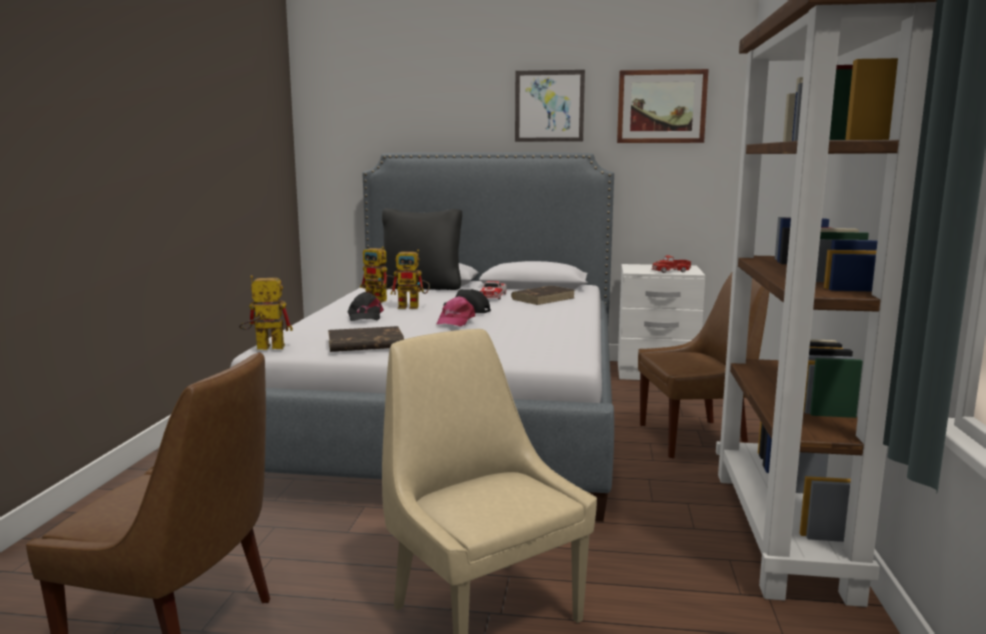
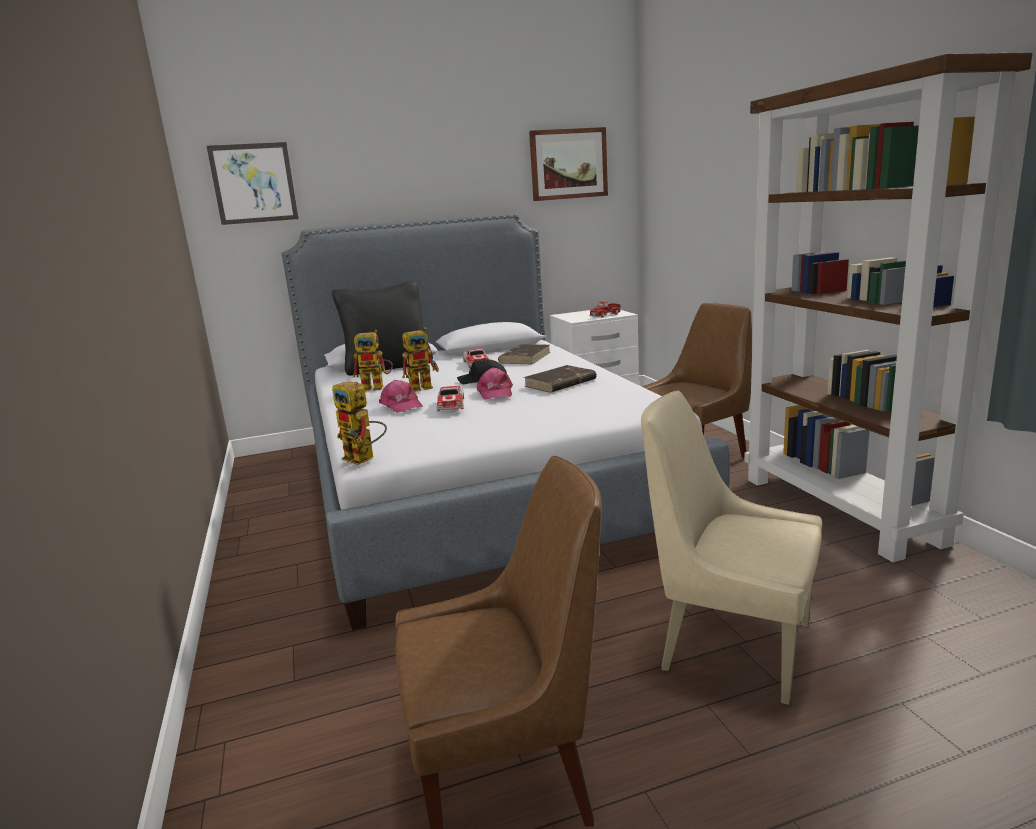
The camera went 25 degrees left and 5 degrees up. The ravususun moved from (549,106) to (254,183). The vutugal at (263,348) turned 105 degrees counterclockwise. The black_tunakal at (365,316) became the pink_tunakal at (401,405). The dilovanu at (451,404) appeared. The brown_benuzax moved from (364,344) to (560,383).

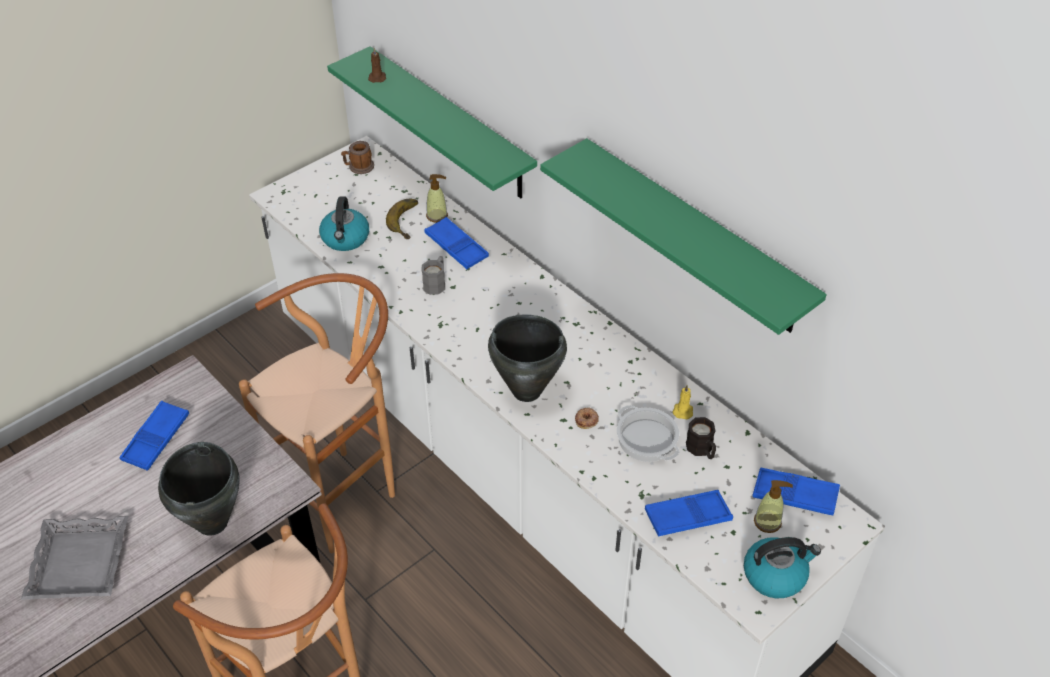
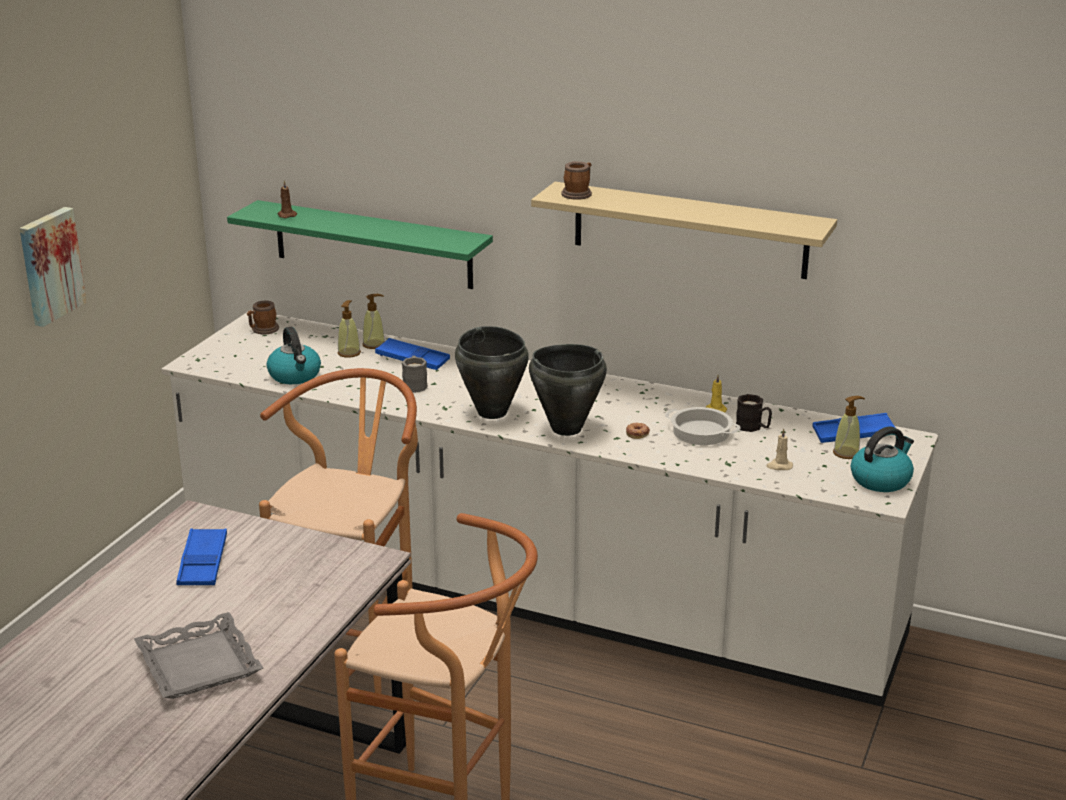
The camera went 25 degrees left and 20 degrees down. The ravususun at (49,265) appeared. The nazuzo at (409,221) was replaced by the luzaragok at (349,353). The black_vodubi moved from (213,522) to (492,412). The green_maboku at (694,237) became the beige_maboku at (689,230). The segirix at (578,194) appeared. The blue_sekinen at (688,517) was replaced by the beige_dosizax at (779,466).

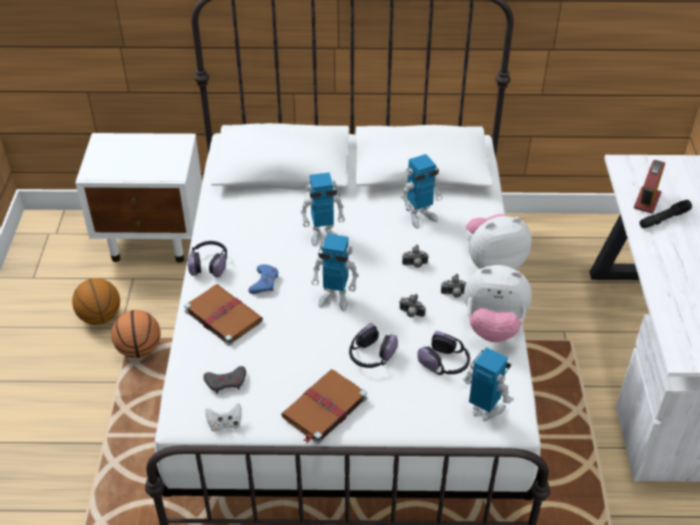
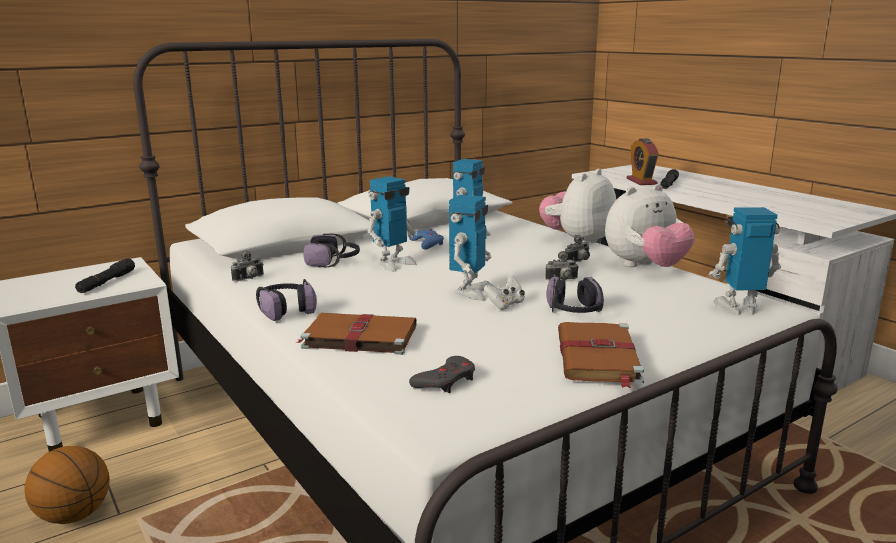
The camera went 35 degrees left and 25 degrees down. The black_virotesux at (106,282) appeared. The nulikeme moved from (415,265) to (249,279). The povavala moved from (445,363) to (333,262). The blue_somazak moved from (264,282) to (427,243). The vutugal at (335,298) turned 45 degrees counterclockwise. The white_somazak moved from (225,424) to (505,305). The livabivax at (139,350) disappeared.

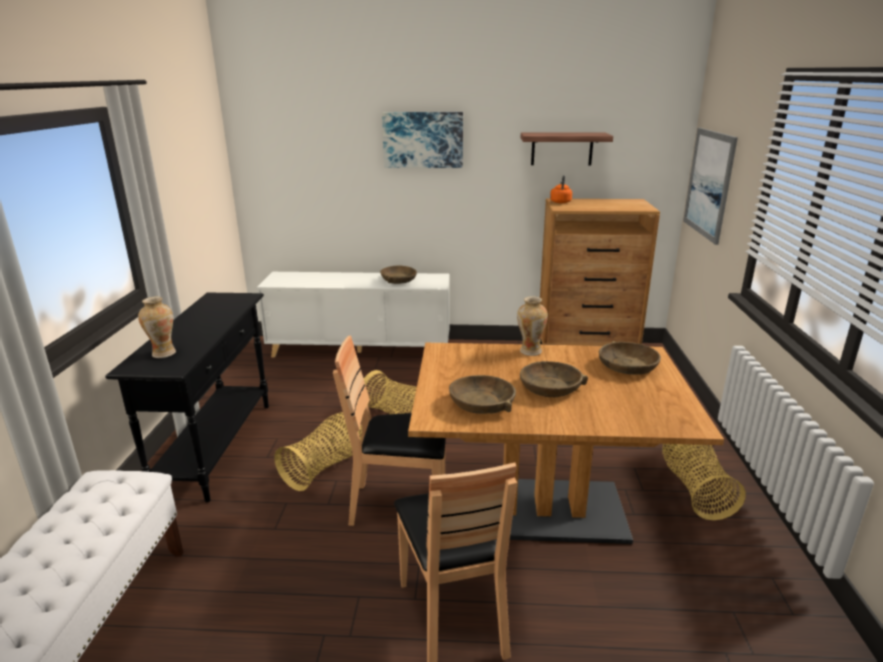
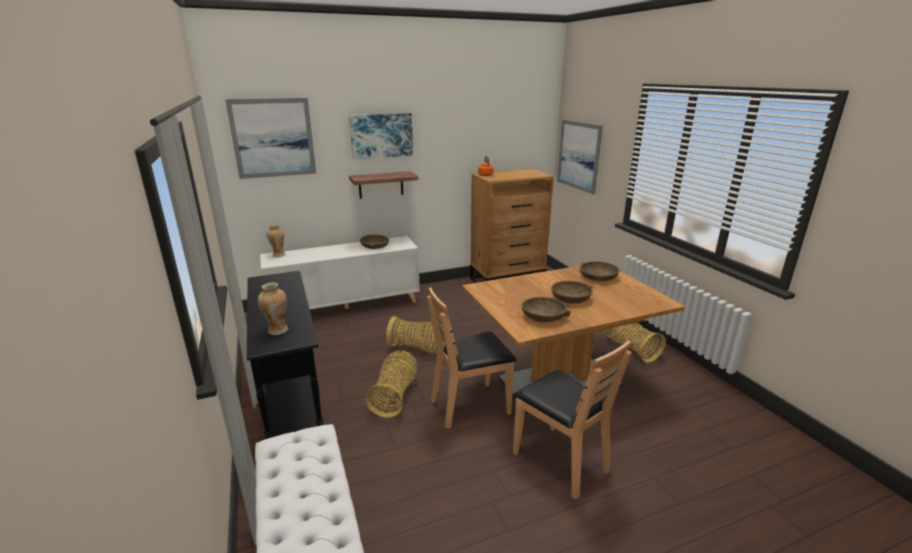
The camera went 25 degrees left and 0 degrees up. The ravususun at (273,138) appeared. The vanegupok moved from (530,351) to (278,255). The maboku moved from (562,149) to (381,185).

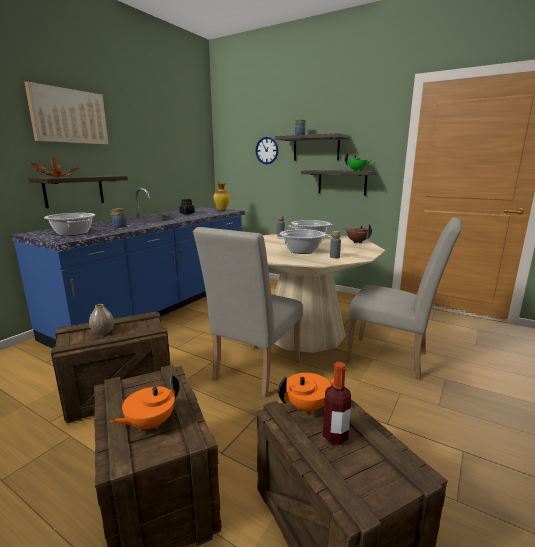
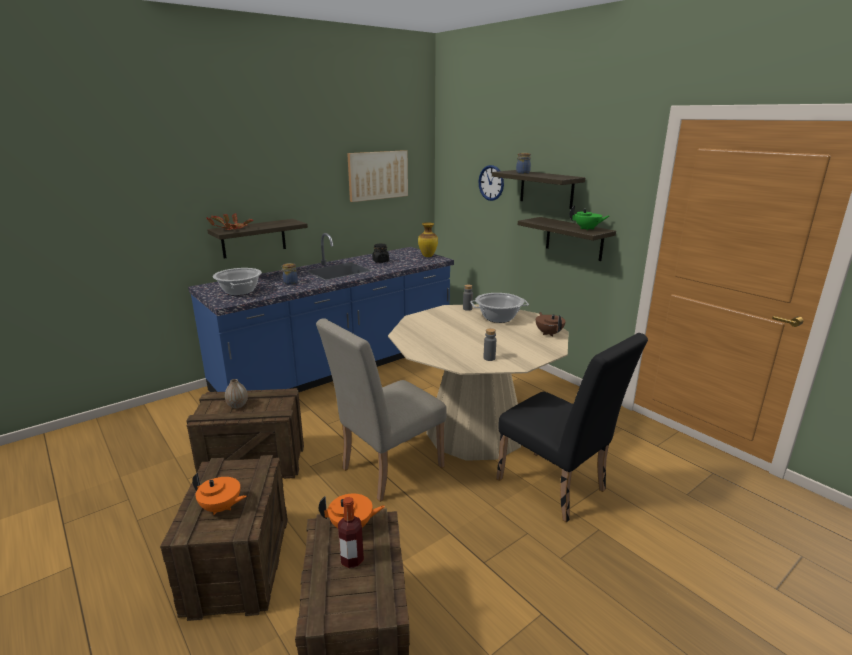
The camera went 20 degrees right and 5 degrees up. The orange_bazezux at (150,424) turned 135 degrees counterclockwise. The ravususun moved from (69,116) to (378,175). The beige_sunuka at (394,358) became the black_sunuka at (557,489). The vodubi at (302,251) disappeared.

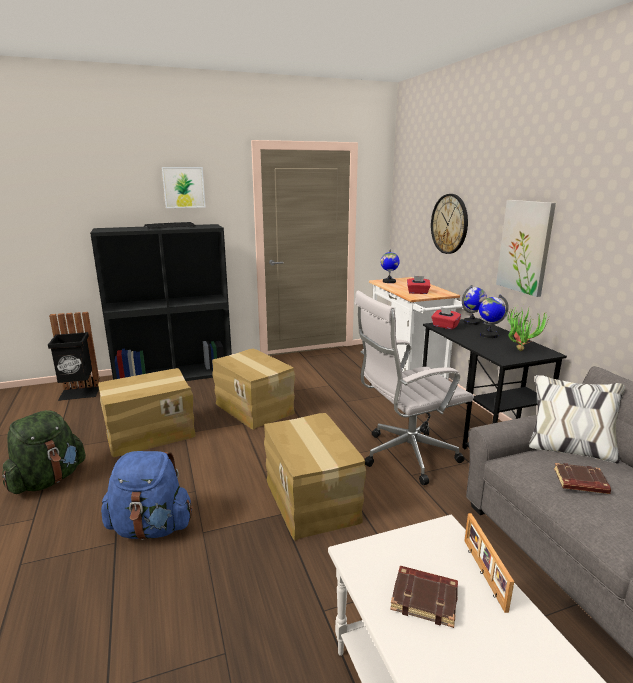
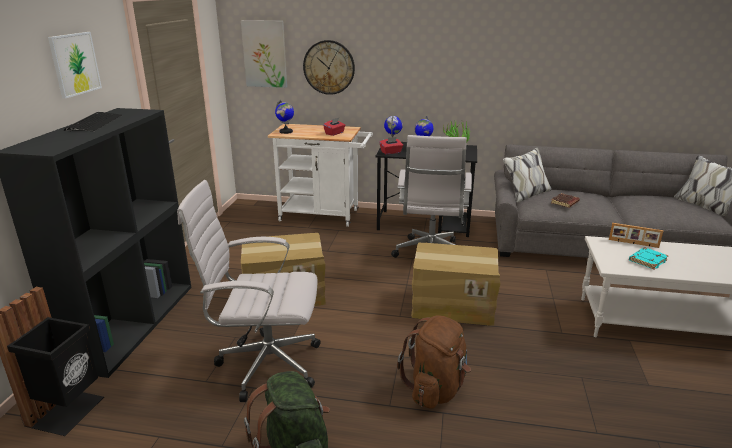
The camera went 60 degrees left and 5 degrees up. The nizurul at (150,433) was replaced by the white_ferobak at (264,365). The ravususun moved from (525,247) to (265,54). The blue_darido at (151,528) became the brown_darido at (436,389). The brown_benuzax at (425,598) became the turquoise_benuzax at (647,260).

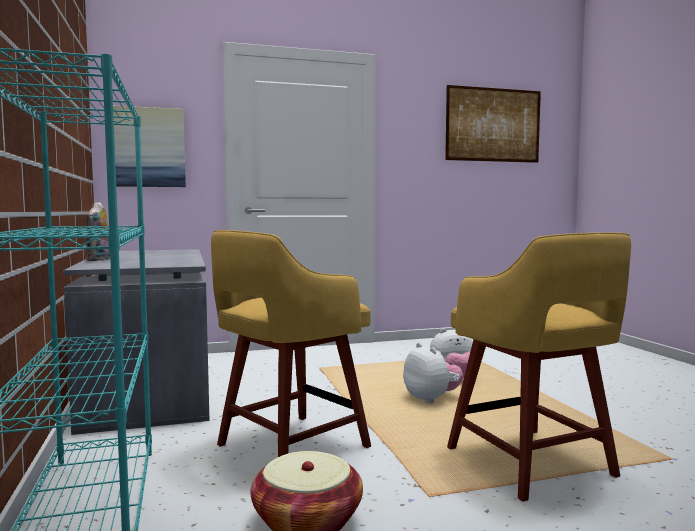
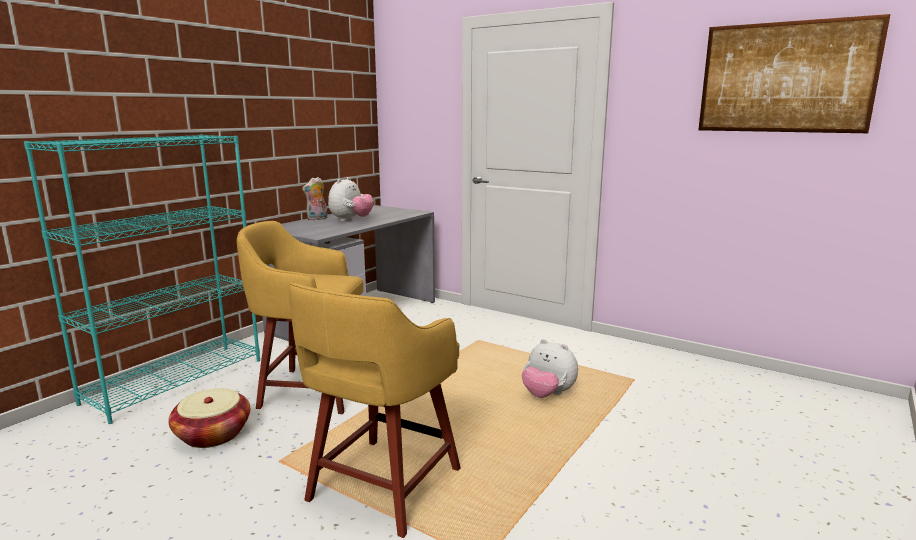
The camera went 50 degrees right and 10 degrees up. The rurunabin moved from (431,399) to (351,220). The ravususun at (150,147) disappeared.

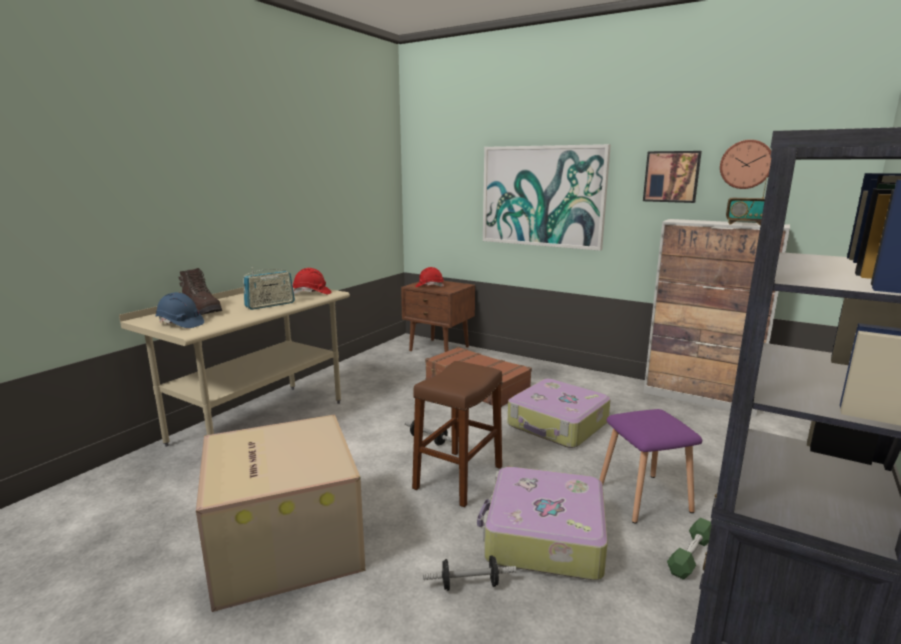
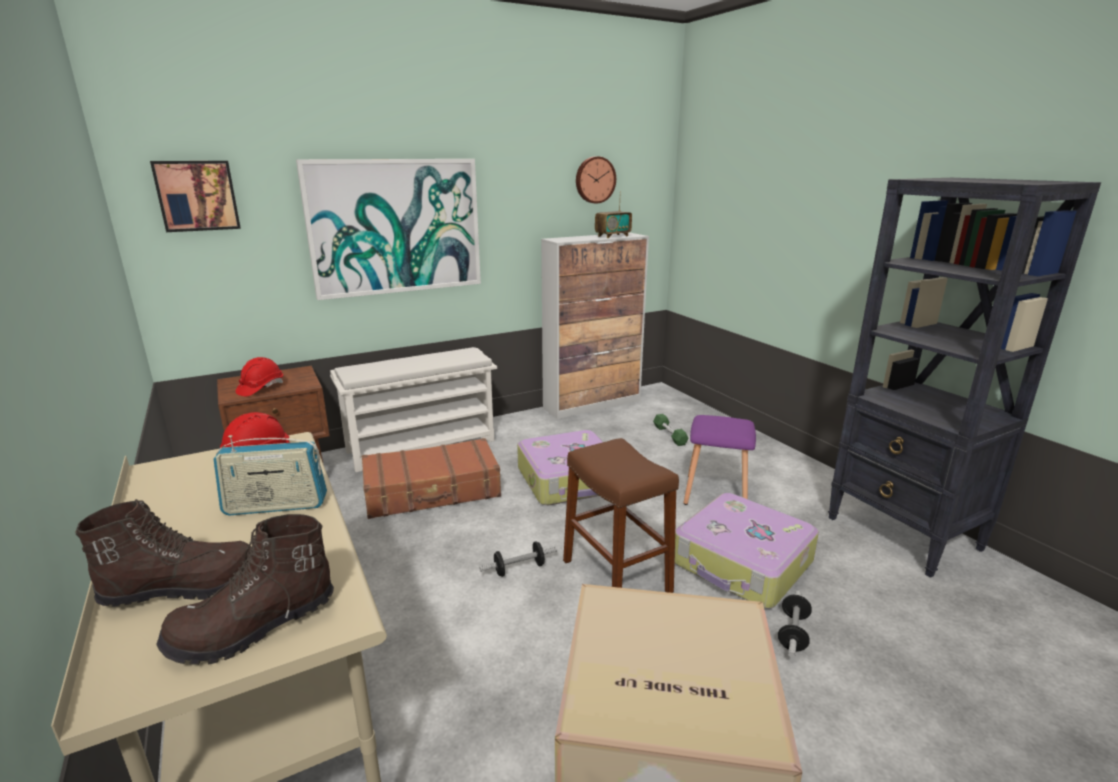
The camera went 60 degrees left and 5 degrees up. The ravususun moved from (671,176) to (197,195). The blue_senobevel at (180,324) was replaced by the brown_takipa at (254,627). The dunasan at (270,305) turned 90 degrees clockwise. The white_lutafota at (422,445) appeared. The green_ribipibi moved from (691,555) to (669,435).

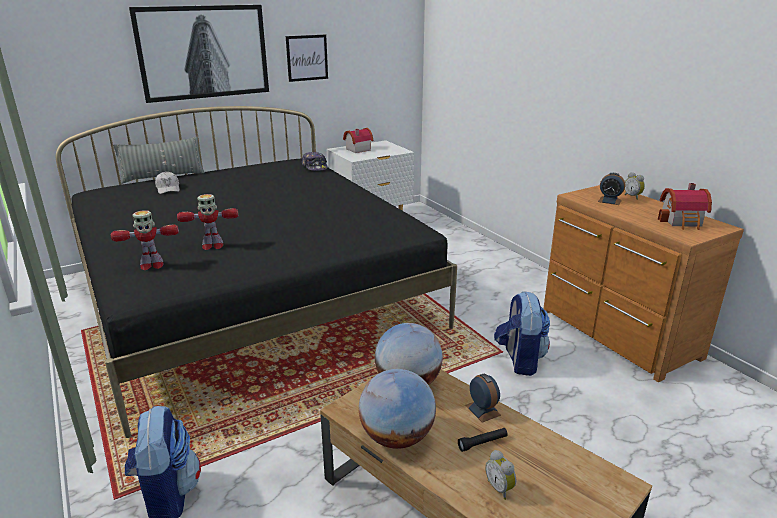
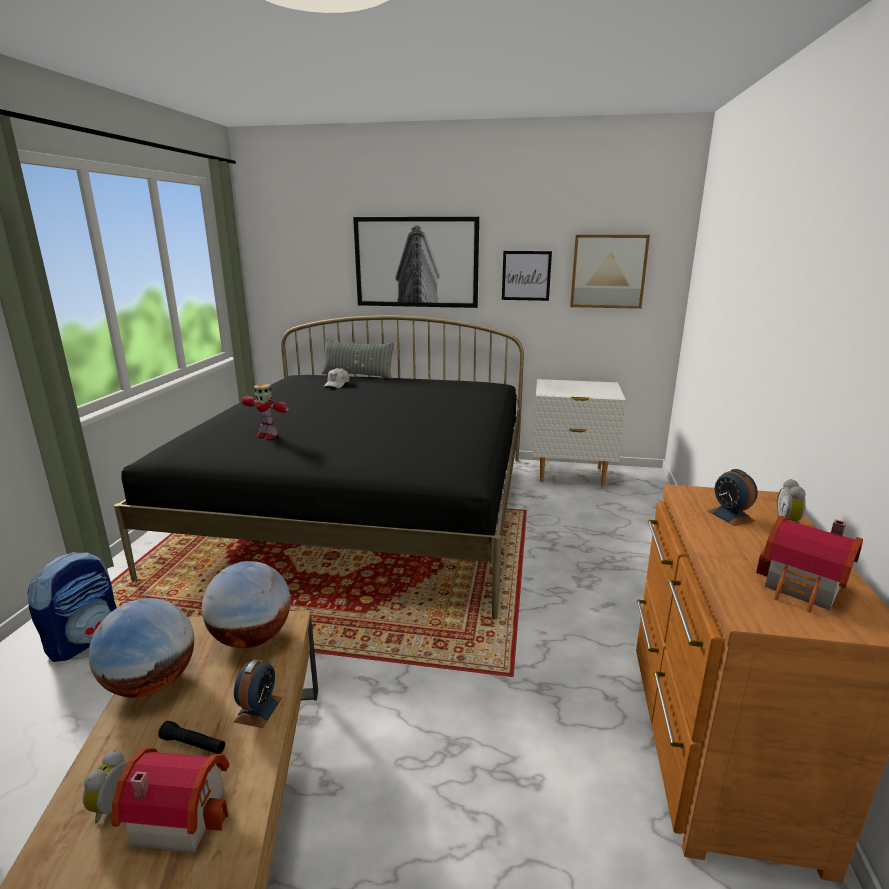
The camera went 40 degrees right and 5 degrees down. The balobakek moved from (357,149) to (180,812). The ravususun at (608,271) appeared. The vutugal at (151,265) disappeared. The tunakal at (315,167) disappeared. The darido at (519,360) disappeared.

